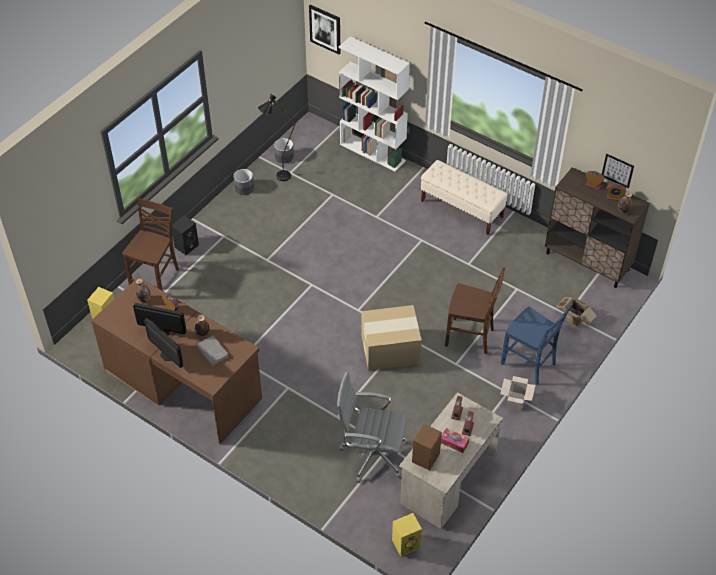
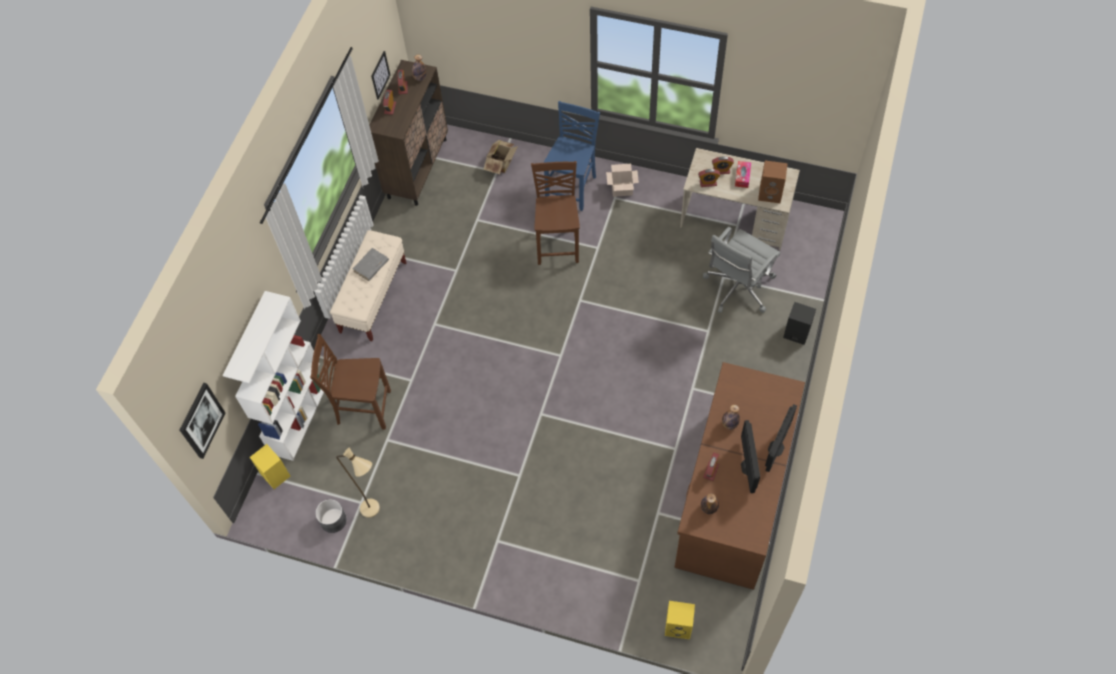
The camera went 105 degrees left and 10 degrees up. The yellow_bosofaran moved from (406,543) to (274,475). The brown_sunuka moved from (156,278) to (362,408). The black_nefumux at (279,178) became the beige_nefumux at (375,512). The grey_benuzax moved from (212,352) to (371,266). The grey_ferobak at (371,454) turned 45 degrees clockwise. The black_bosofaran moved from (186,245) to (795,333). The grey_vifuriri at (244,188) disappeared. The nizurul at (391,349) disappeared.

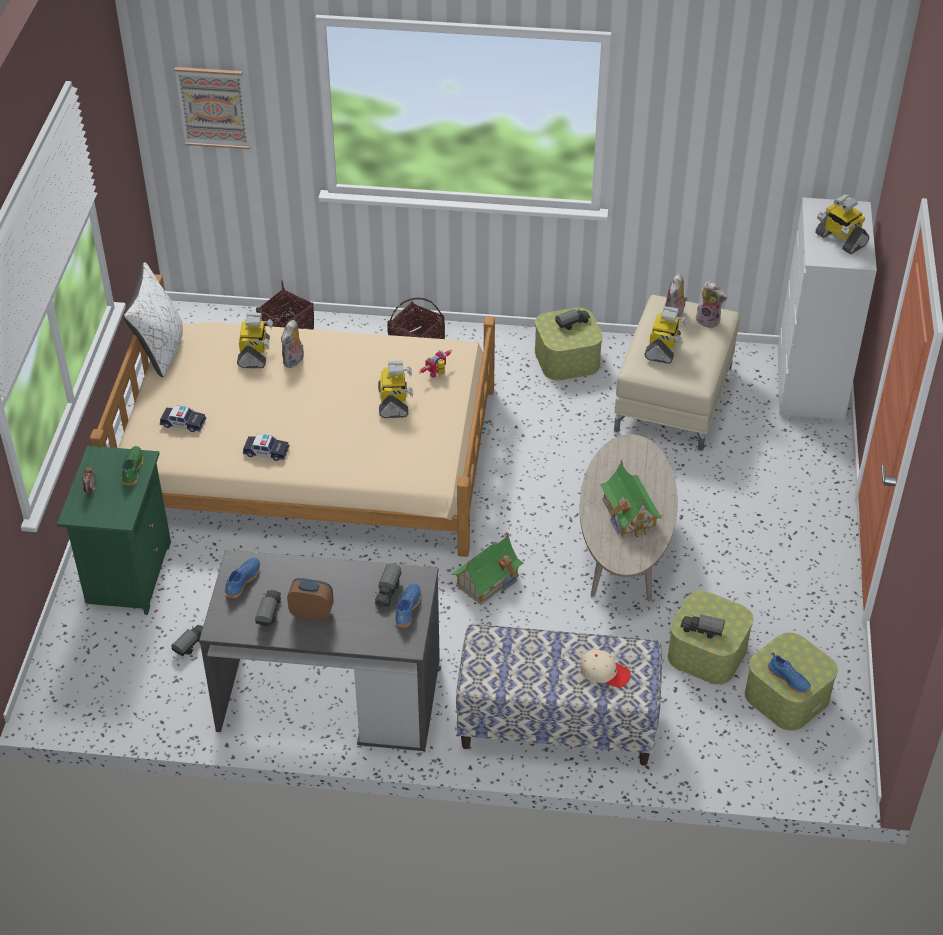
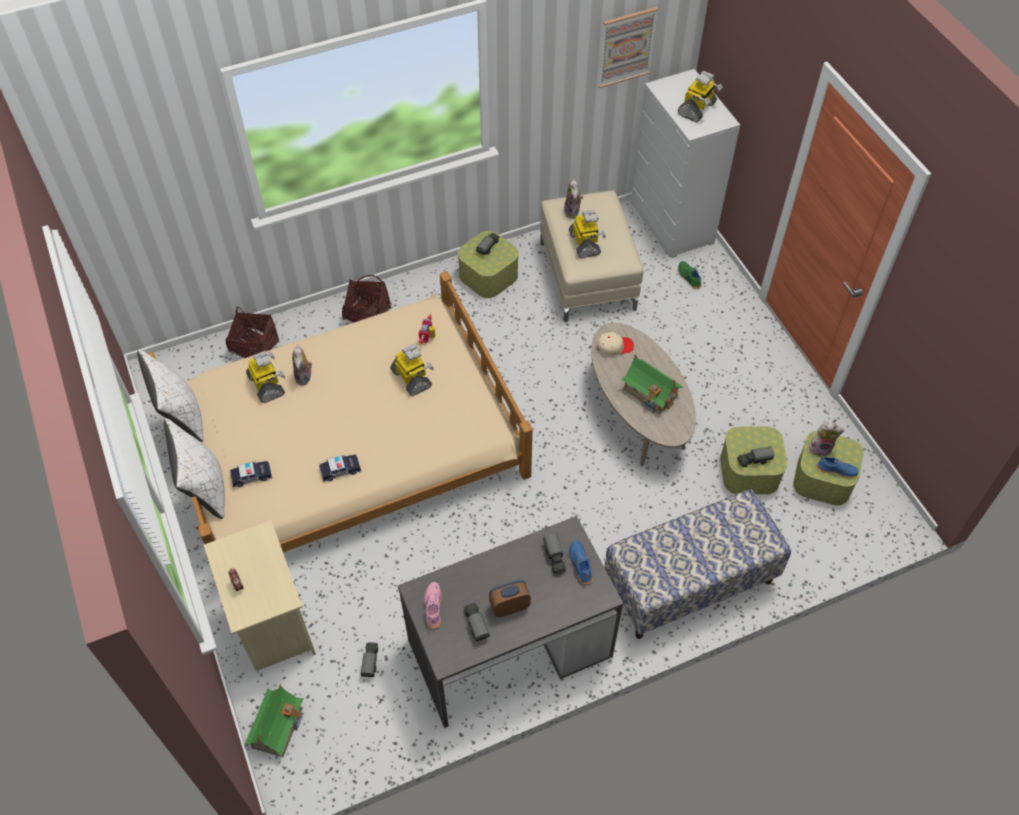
The camera went 30 degrees left and 10 degrees up. The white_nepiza at (205,488) appeared. The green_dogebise at (127,574) became the beige_dogebise at (272,626). The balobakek moved from (488,580) to (277,727). The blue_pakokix at (242,581) became the pink_pakokix at (432,607). The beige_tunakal moved from (604,672) to (614,346). The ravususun moved from (213,107) to (626,47). The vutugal at (840,239) turned 75 degrees counterclockwise. The green_pakokix moved from (132,469) to (688,277). The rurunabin moved from (709,320) to (820,448).

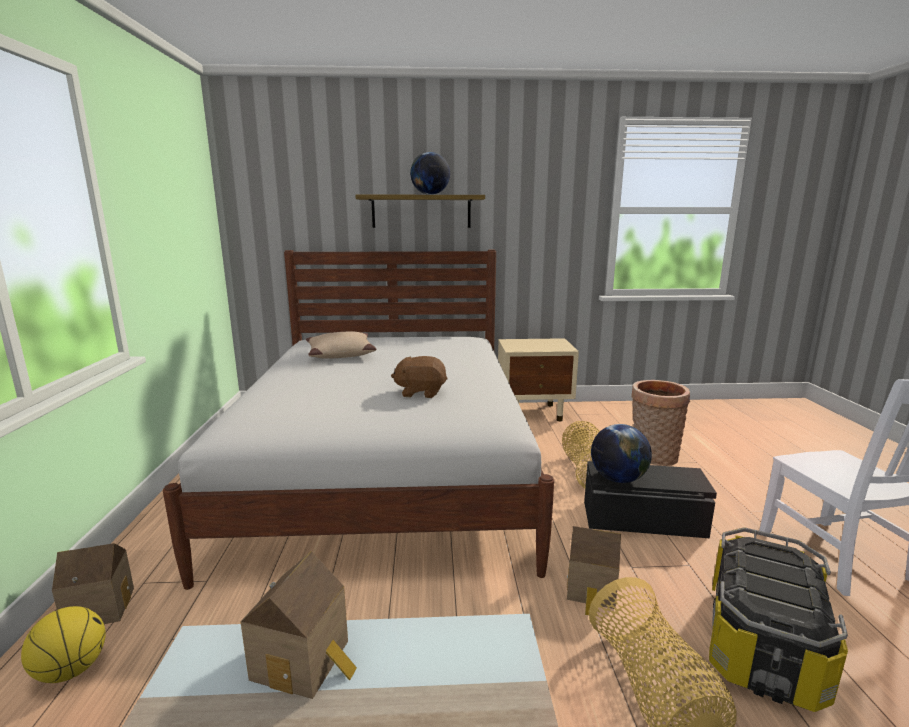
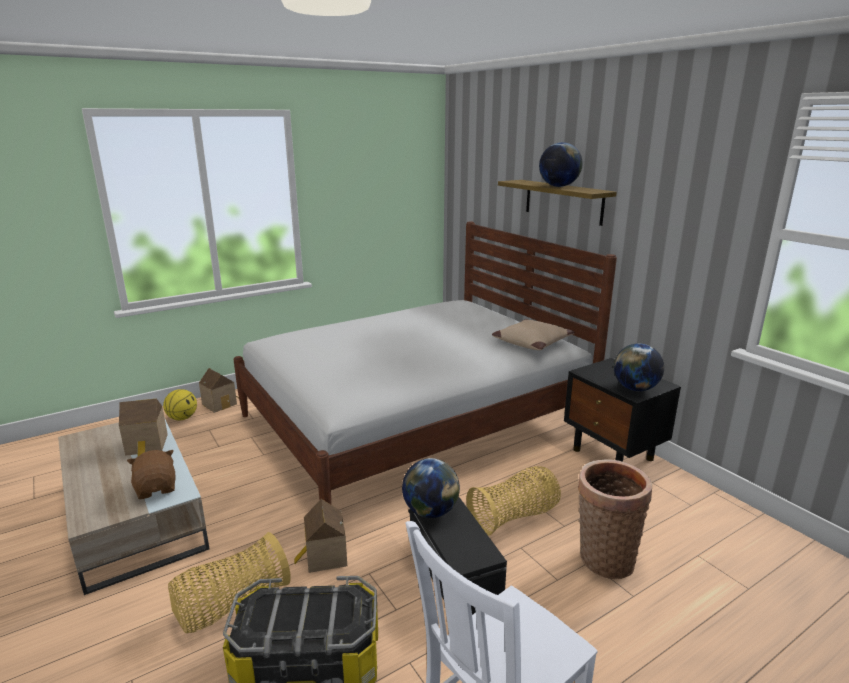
The camera went 60 degrees right and 5 degrees up. The brown_rurunabin moved from (421,392) to (157,488). The beige_nepiza moved from (340,354) to (531,342). The beige_dogebise at (534,412) became the black_dogebise at (613,455). The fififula at (635,389) appeared.

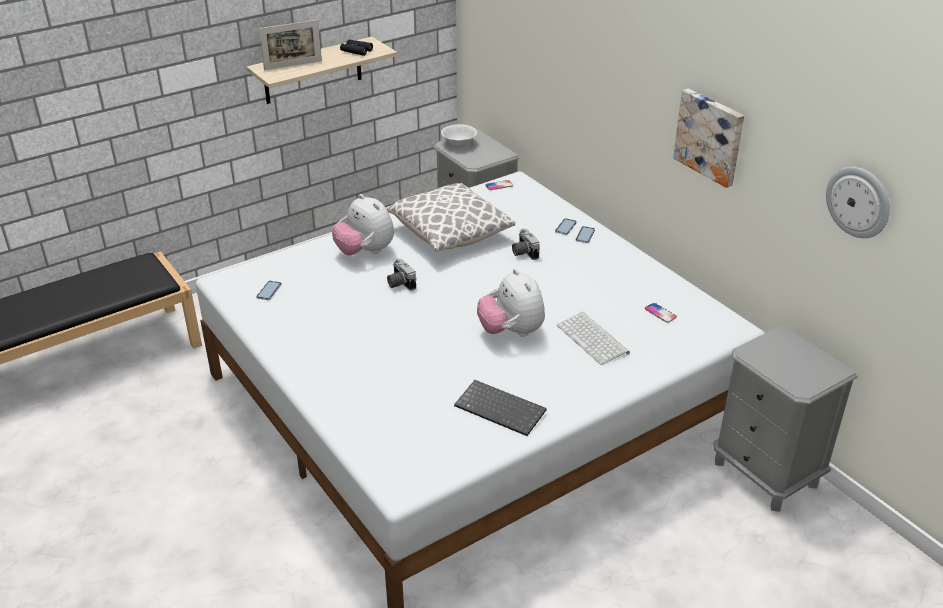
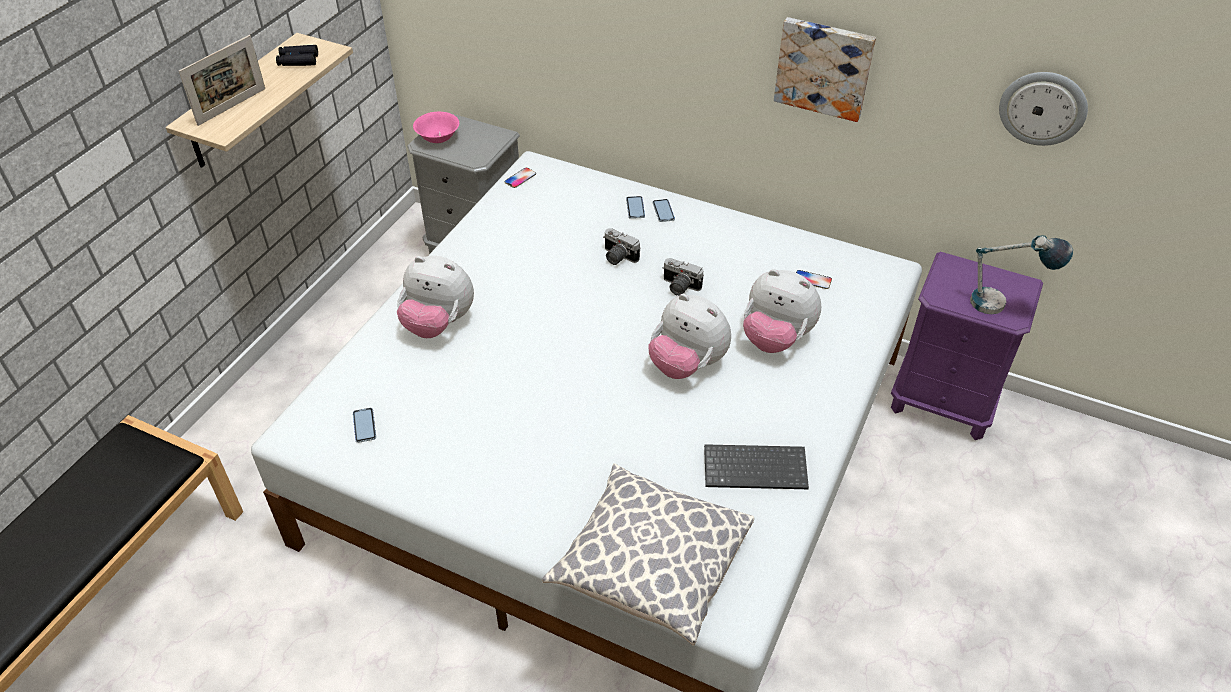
The camera went 30 degrees left and 10 degrees up. The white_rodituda at (458,144) became the pink_rodituda at (438,138). The nepiza moved from (449,233) to (650,567). The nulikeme moved from (399,283) to (679,287). The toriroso at (594,339) was replaced by the rurunabin at (776,338). The grey_dogebise at (766,473) became the purple_dogebise at (943,402). The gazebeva at (1002,306) appeared.

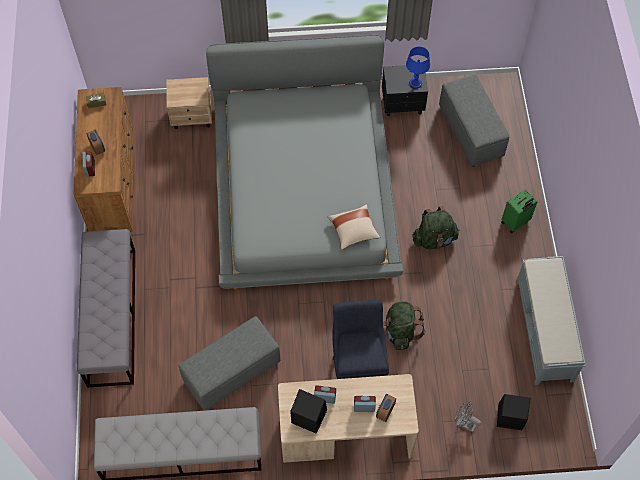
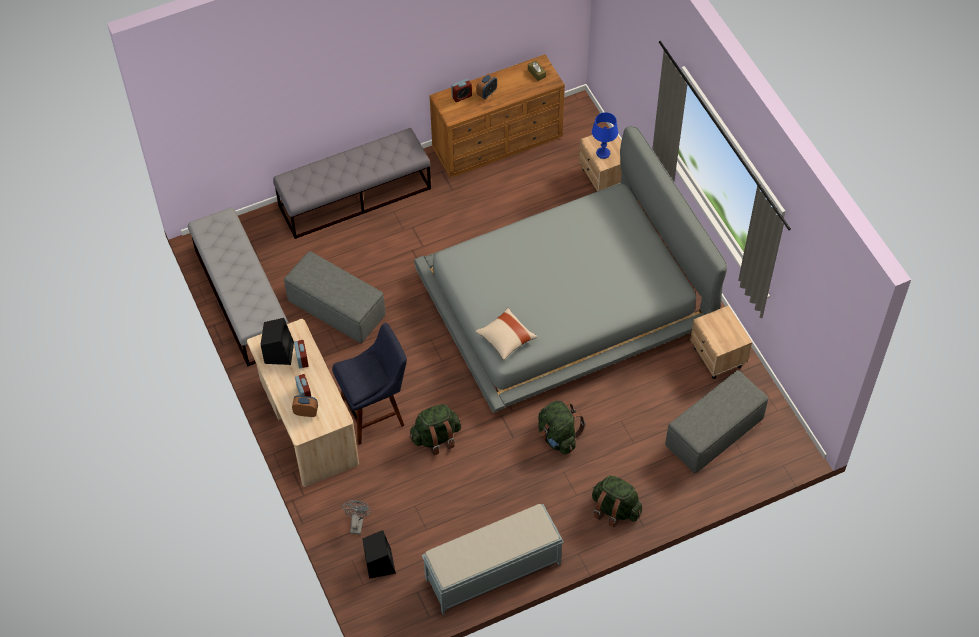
The camera went 70 degrees right and 5 degrees down. The blue_gazebeva moved from (415,83) to (603,153). The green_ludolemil at (515,222) was replaced by the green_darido at (615,509). The black_dogebise at (403,104) became the beige_dogebise at (717,358).

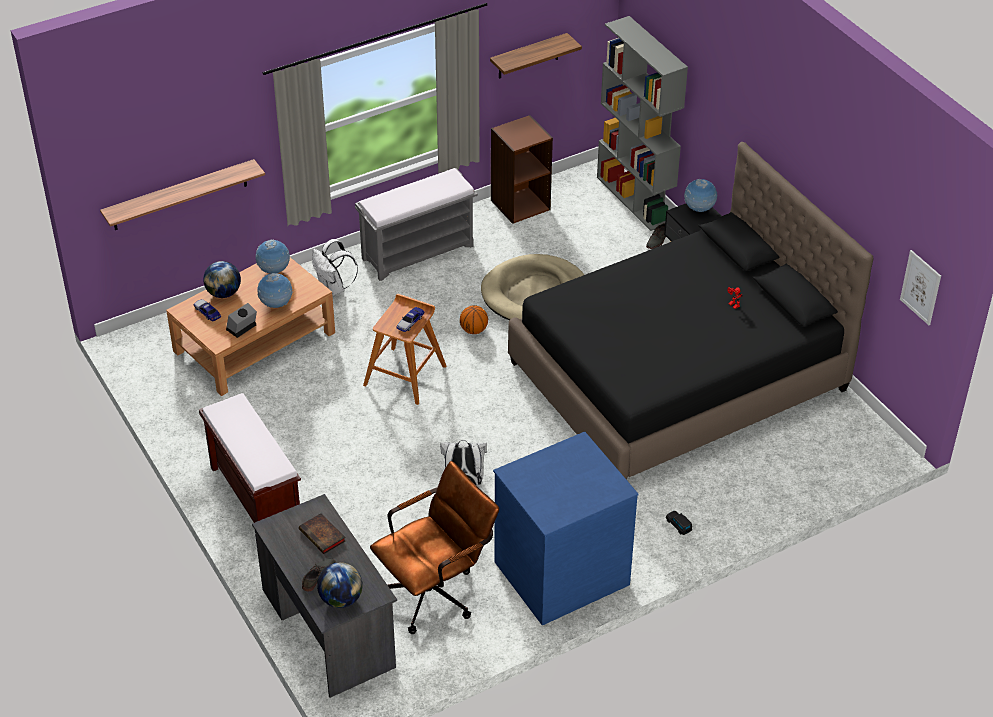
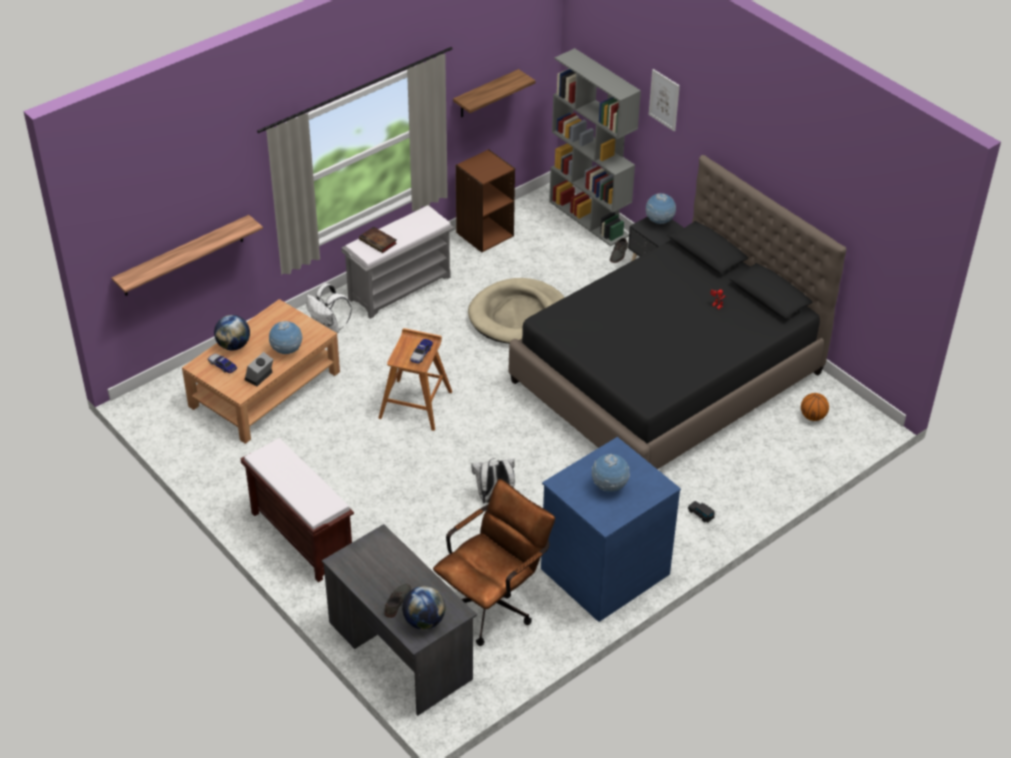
The camera went 10 degrees left and 0 degrees up. The benuzax moved from (323,536) to (379,242). The fififula moved from (274,271) to (609,487). The ravususun moved from (920,287) to (664,100). The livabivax moved from (473,330) to (812,417).

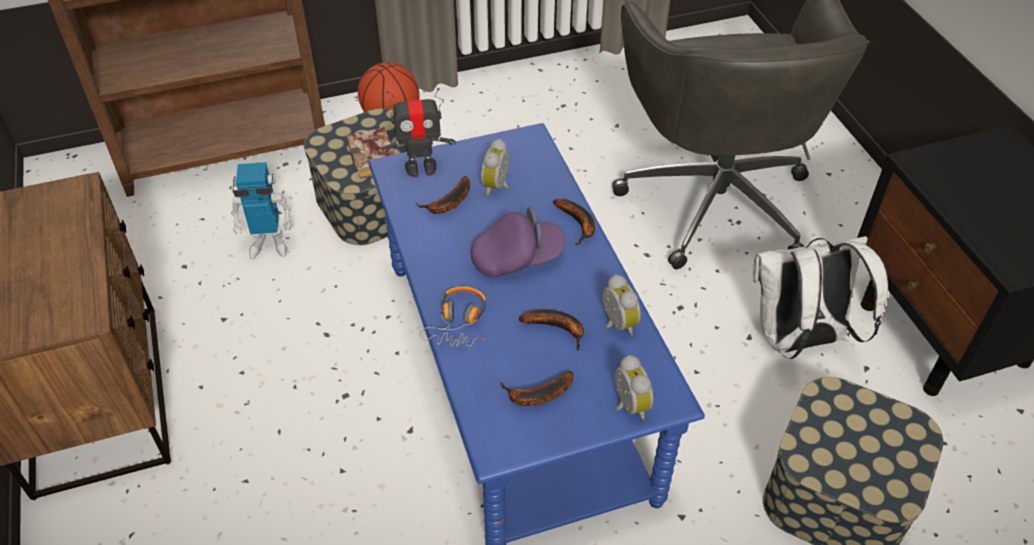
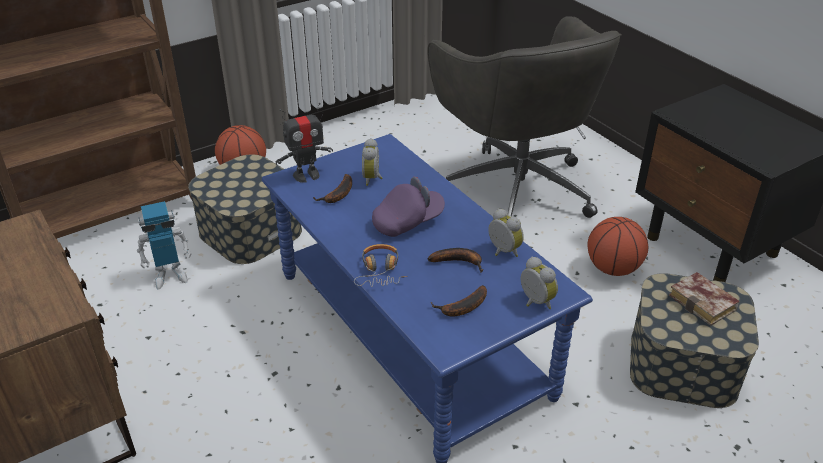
The camera went 15 degrees left and 10 degrees down. The white_darido at (798,340) was replaced by the livabivax at (613,268). The benuzax moved from (375,159) to (705,304). The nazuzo at (578,224) disappeared.

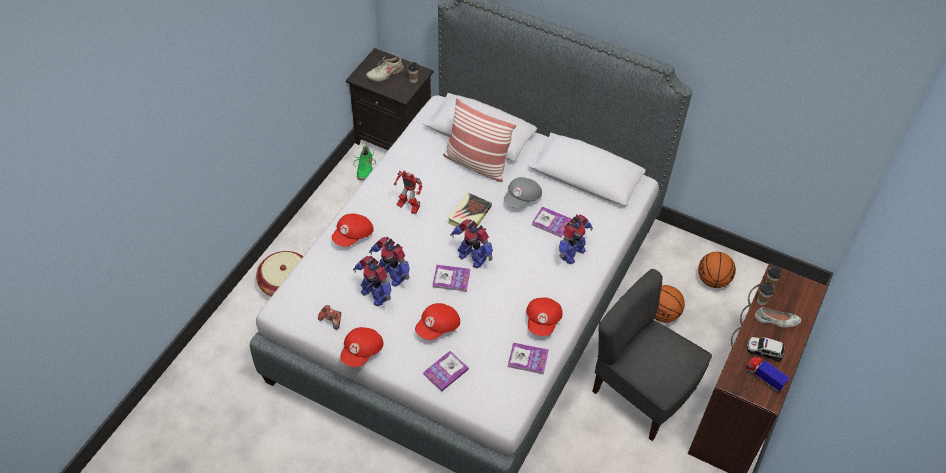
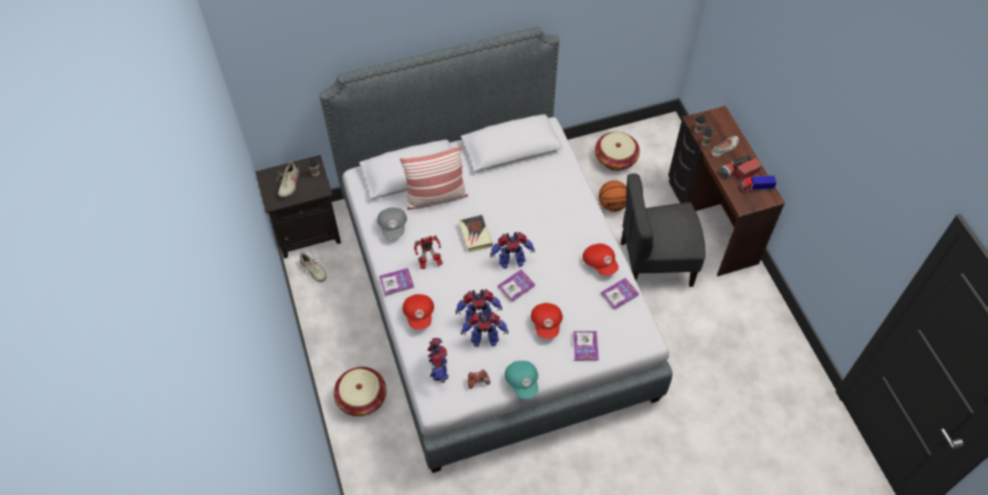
The camera went 45 degrees left and 5 degrees up. The green_pakokix at (364,168) became the beige_pakokix at (313,270). The grey_tunakal moved from (522,199) to (393,226). The benuzax moved from (551,223) to (396,282). The vutugal moved from (571,253) to (439,370). The red_tunakal at (362,352) became the turquoise_tunakal at (522,382). The livabivax at (712,280) was replaced by the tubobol at (615,159). The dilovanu at (764,350) was replaced by the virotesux at (738,172).

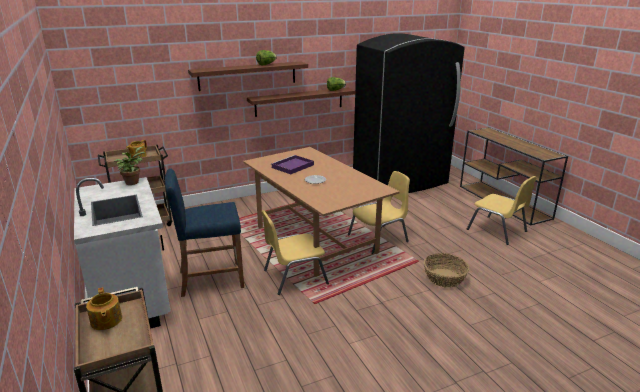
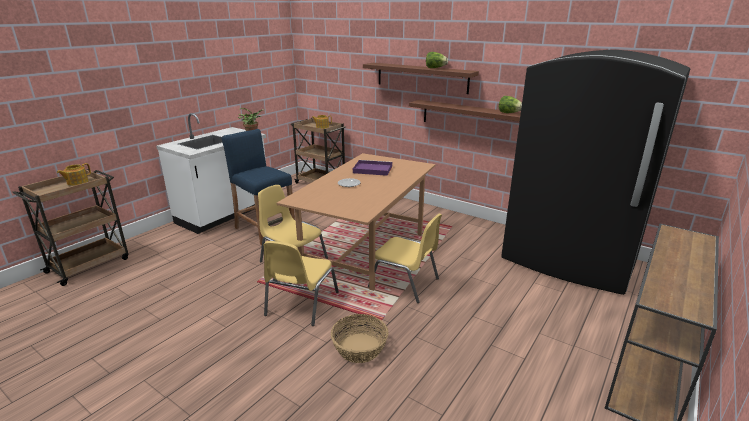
The camera went 60 degrees right and 0 degrees up. The yellow_sunuka moved from (497,231) to (301,304).

